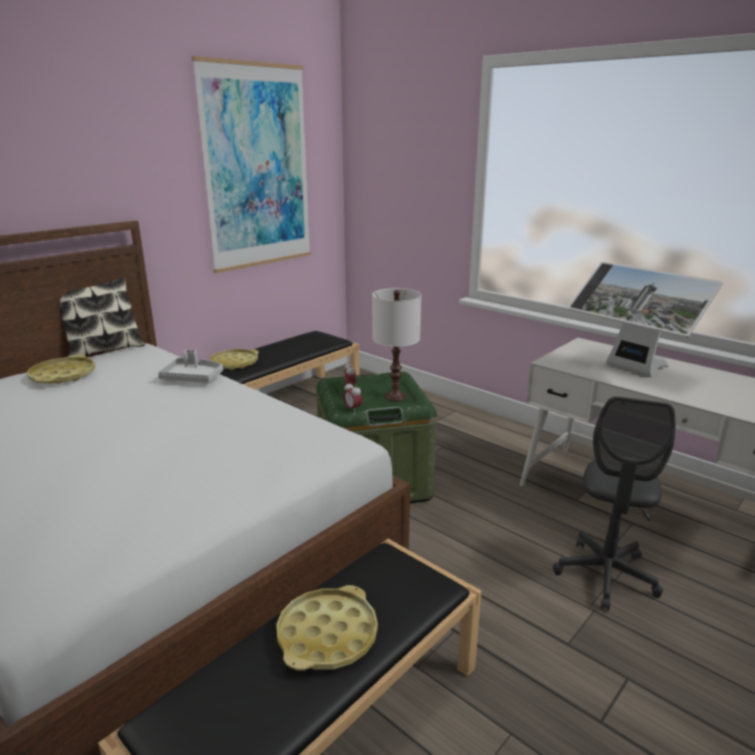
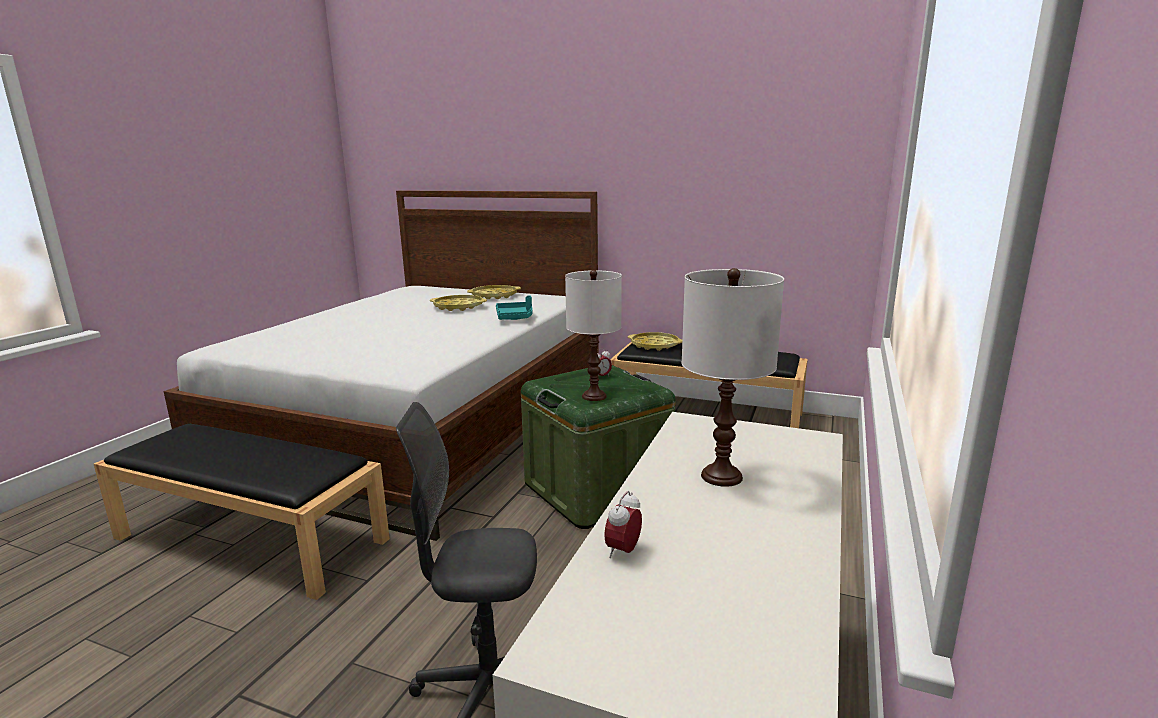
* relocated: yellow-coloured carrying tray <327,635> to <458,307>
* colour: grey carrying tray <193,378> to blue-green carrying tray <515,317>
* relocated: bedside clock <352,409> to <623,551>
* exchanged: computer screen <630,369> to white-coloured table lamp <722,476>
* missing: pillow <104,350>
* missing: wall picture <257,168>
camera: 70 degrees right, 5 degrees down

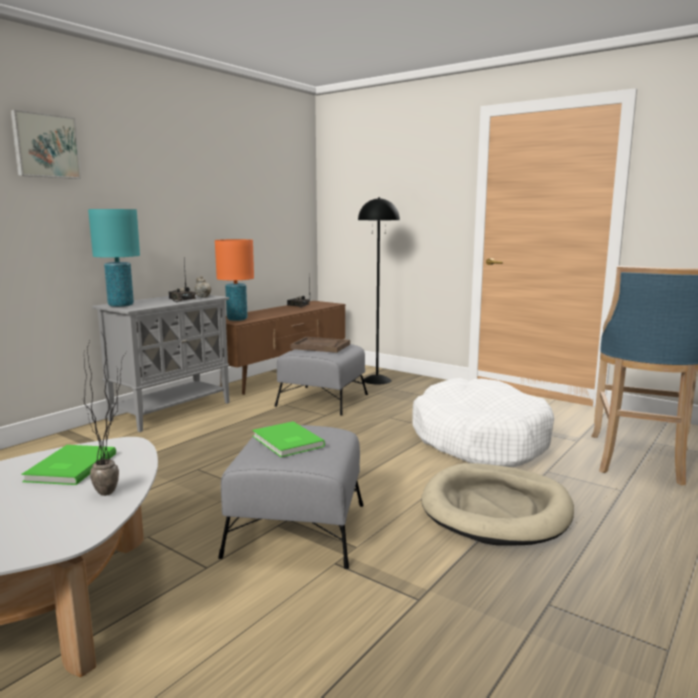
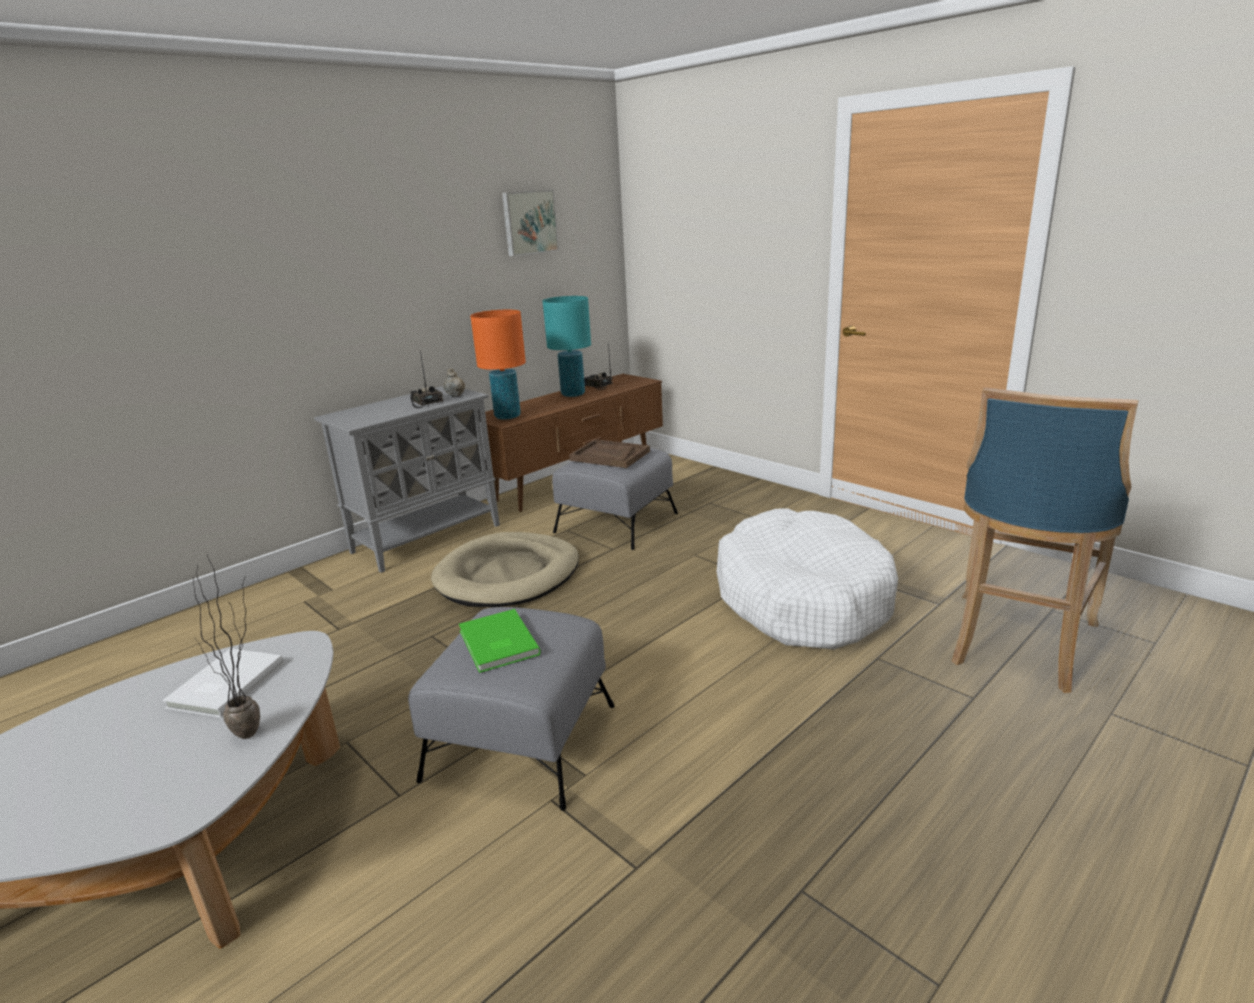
* colour: green-coloured book <69,467> to white-coloured book <223,685>
* relocated: beige dog cushion <496,509> to <508,575>
* relocated: wall picture <45,146> to <529,222>
* relocated: blue-green table lamp <121,305> to <573,394>
* missing: black-coloured floor lamp <377,380>
camera: 10 degrees right, 10 degrees up

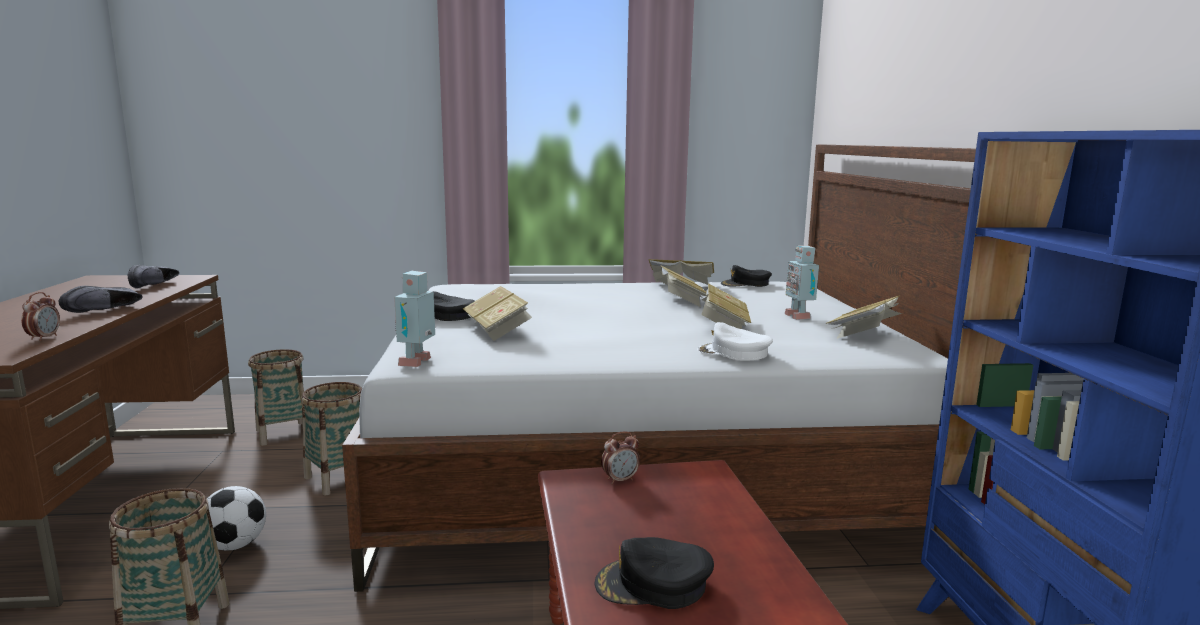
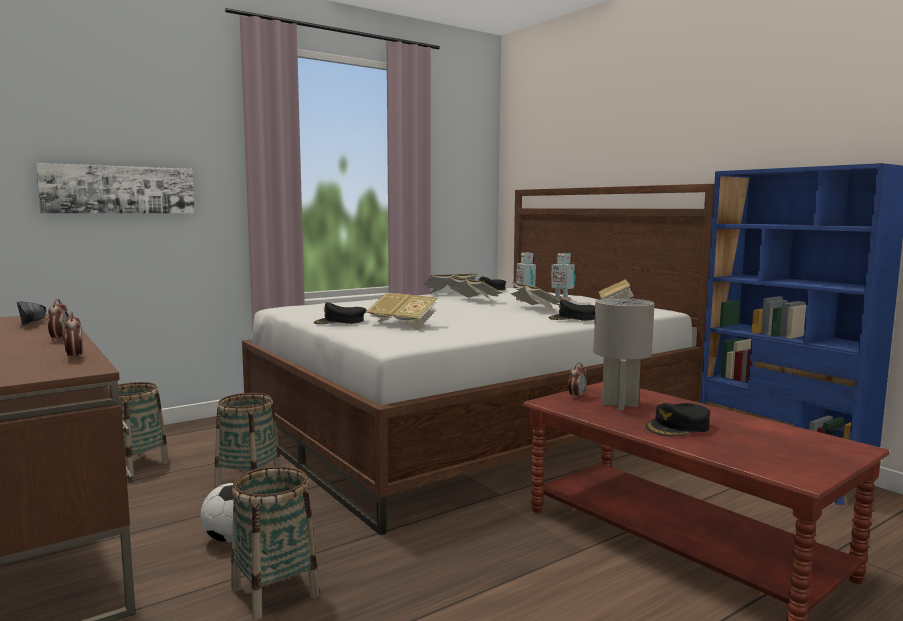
* appeared: wall picture <119,190>
* exchanged: black-coloured shoe <106,311> to bedside clock <60,339>
* relocated: robot figure <418,362> to <525,300>
* colour: white-coloured peaked cap <734,352> to black-coloured peaked cap <573,318>
* appeared: grey table lamp <620,405>
camera: 30 degrees left, 5 degrees down

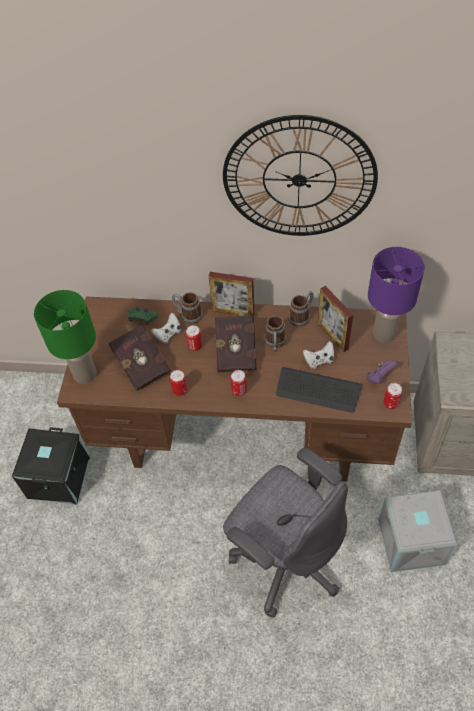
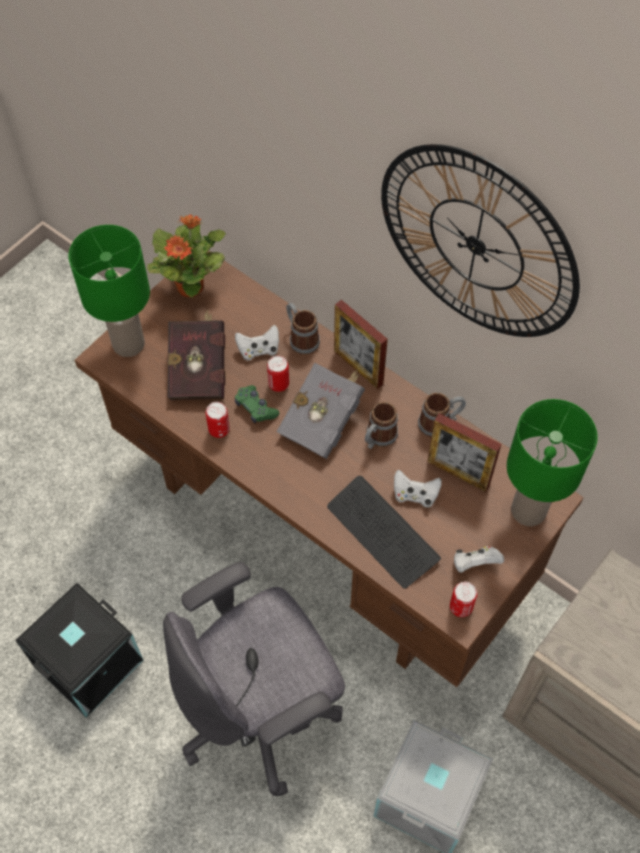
* relocated: black-coloured storage container <58,477> to <87,661>
* appeared: plant in a pot <191,286>
* spun: grey desk chair <286,558> = <261,713> 75 degrees clockwise
* relocated: green-coloured joypad <142,318> to <255,408>
* colour: red book <236,350> to grey book <324,420>
* spun: photo frame <332,336> = <458,473> 60 degrees counterclockwise
* colour: purple-coloured joypad <379,377> to white-coloured joypad <475,564>
* colour: purple-coloured table lamp <384,333> to green-coloured table lamp <529,510>
* missing: can <239,390>
camera: 30 degrees right, 5 degrees up

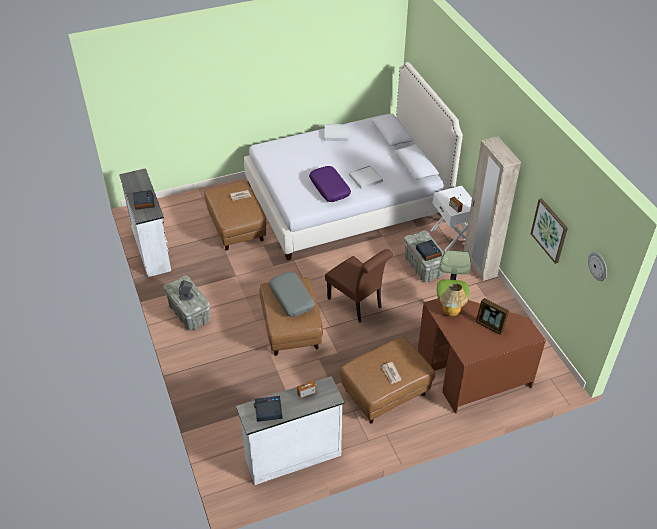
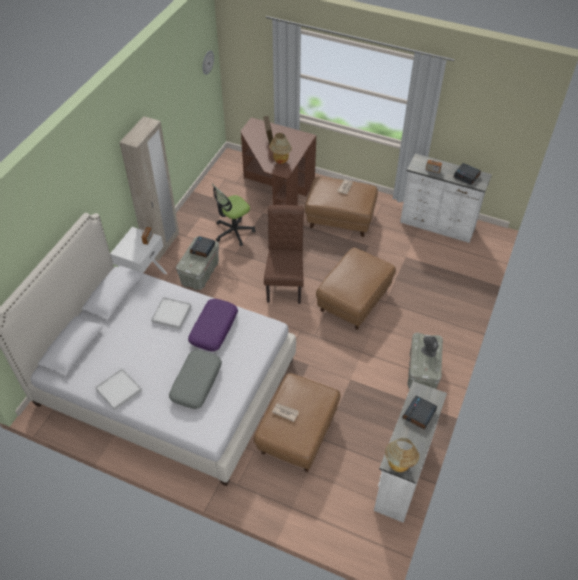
* relocated: grey pillow <292,298> to <196,382>
* appeared: table lamp <399,466>
* missing: wall picture <550,230>
camera: 135 degrees left, 5 degrees up

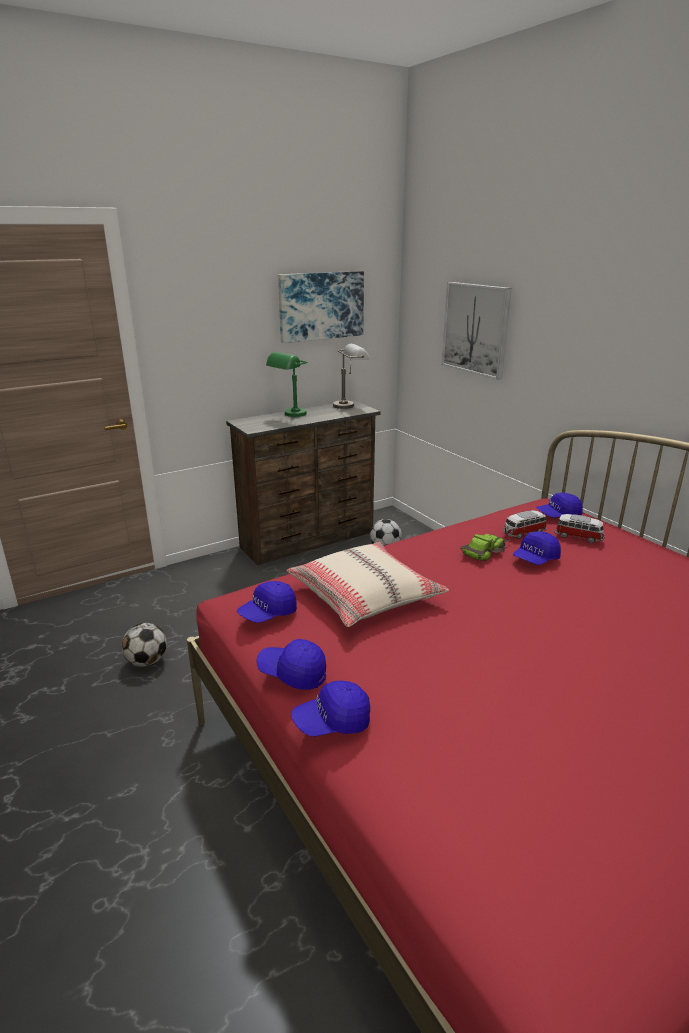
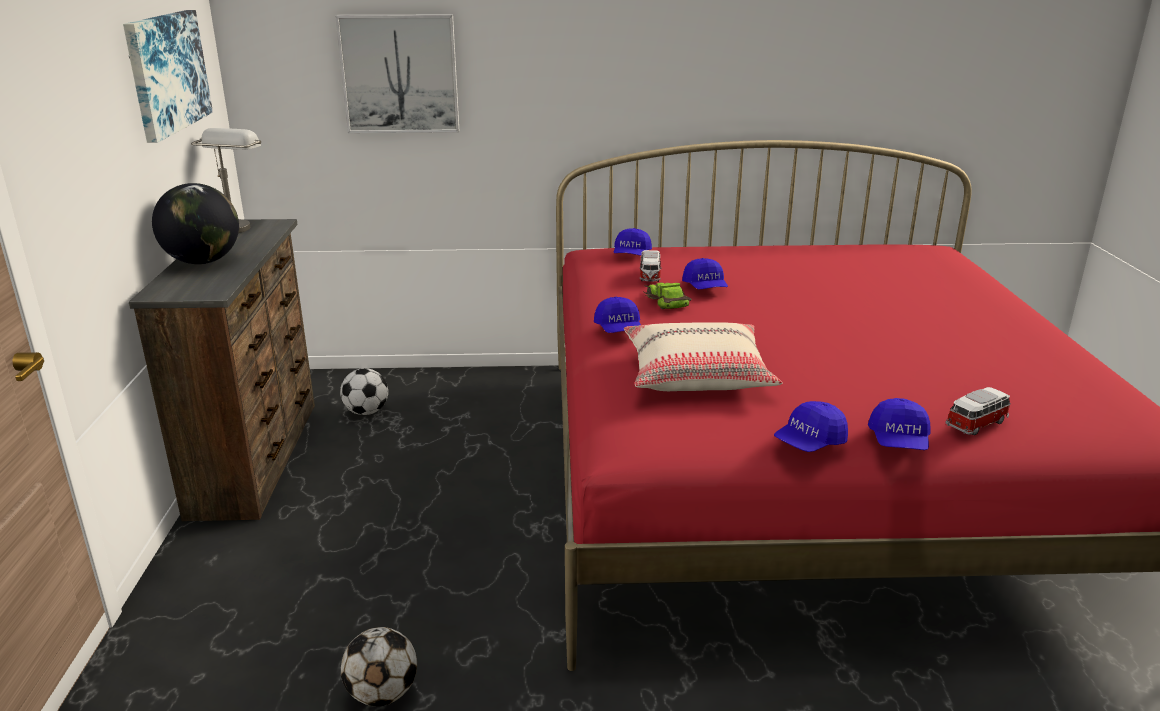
* exchanged: green-coloured table lamp <290,415> to desk globe <203,262>
* relocated: bluish peaked cap <268,614> to <618,330>
* relocated: toy car <579,537> to <977,424>
camera: 60 degrees left, 0 degrees up

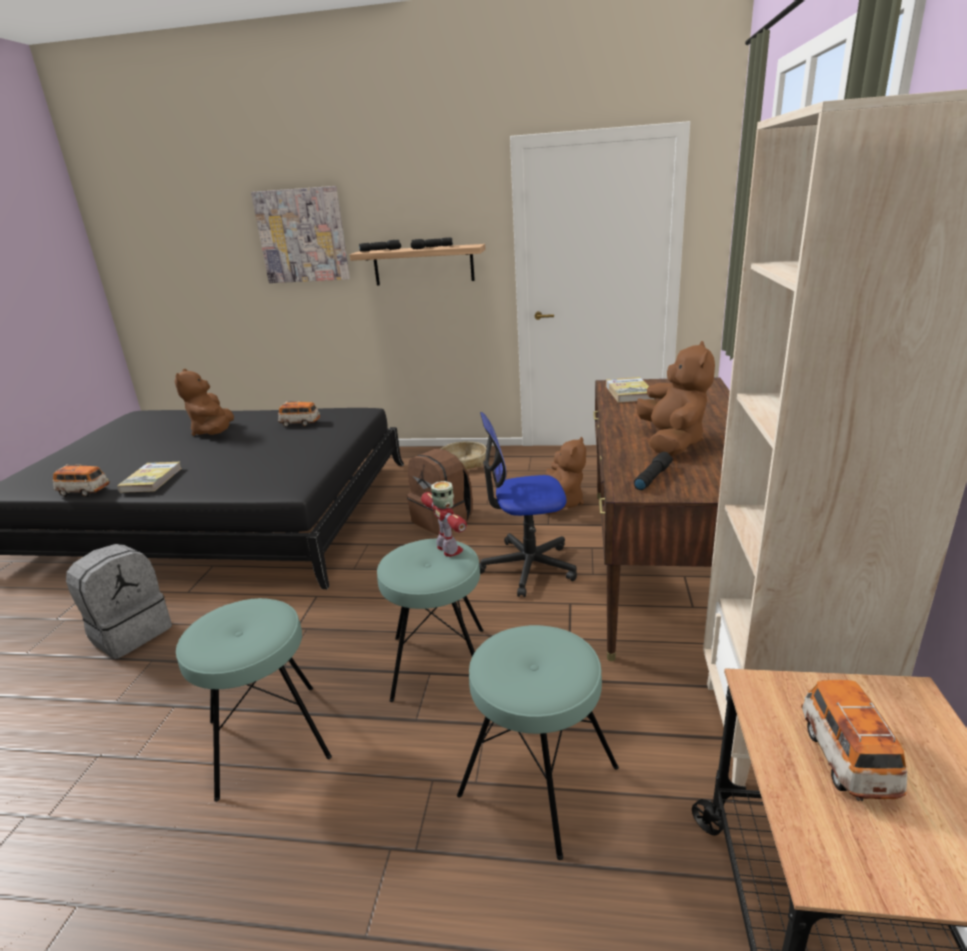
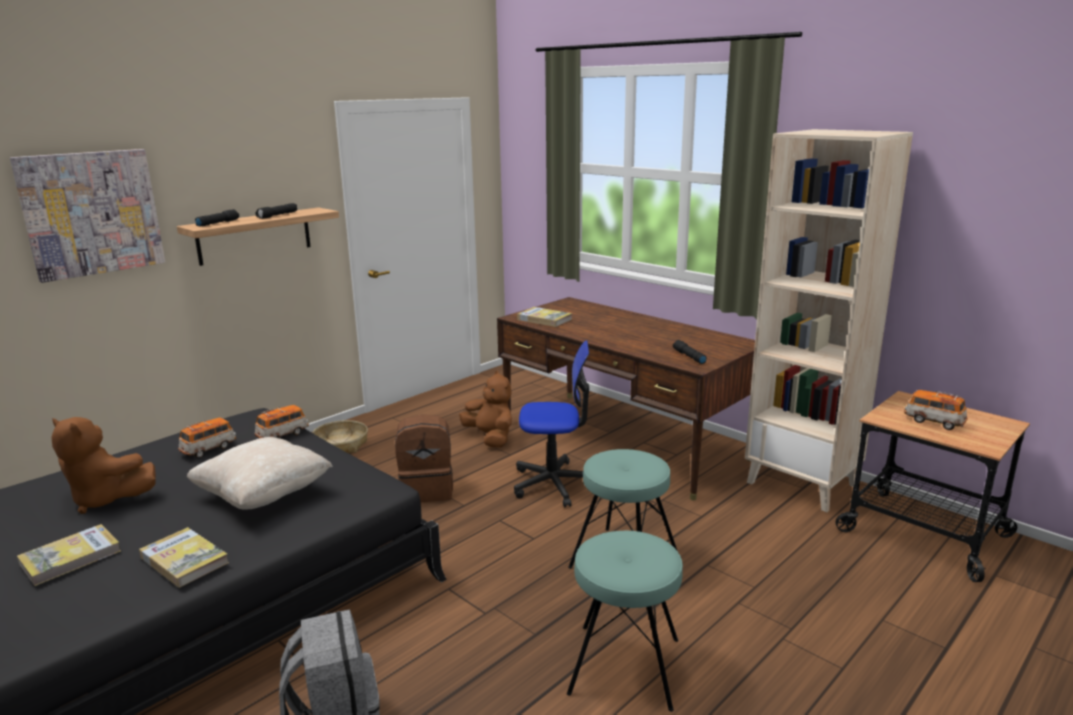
* appeared: book <71,557>
* appeared: beige pillow <263,496>
* relocated: toy car <84,492> to <283,435>
* spun: desk chair <527,567> = <554,484> 120 degrees counterclockwise
* missing: robot figure <449,549>
* missing: blue-green stool seat <538,781>
* missing: brown cuddly toy <671,442>
camera: 55 degrees left, 5 degrees down

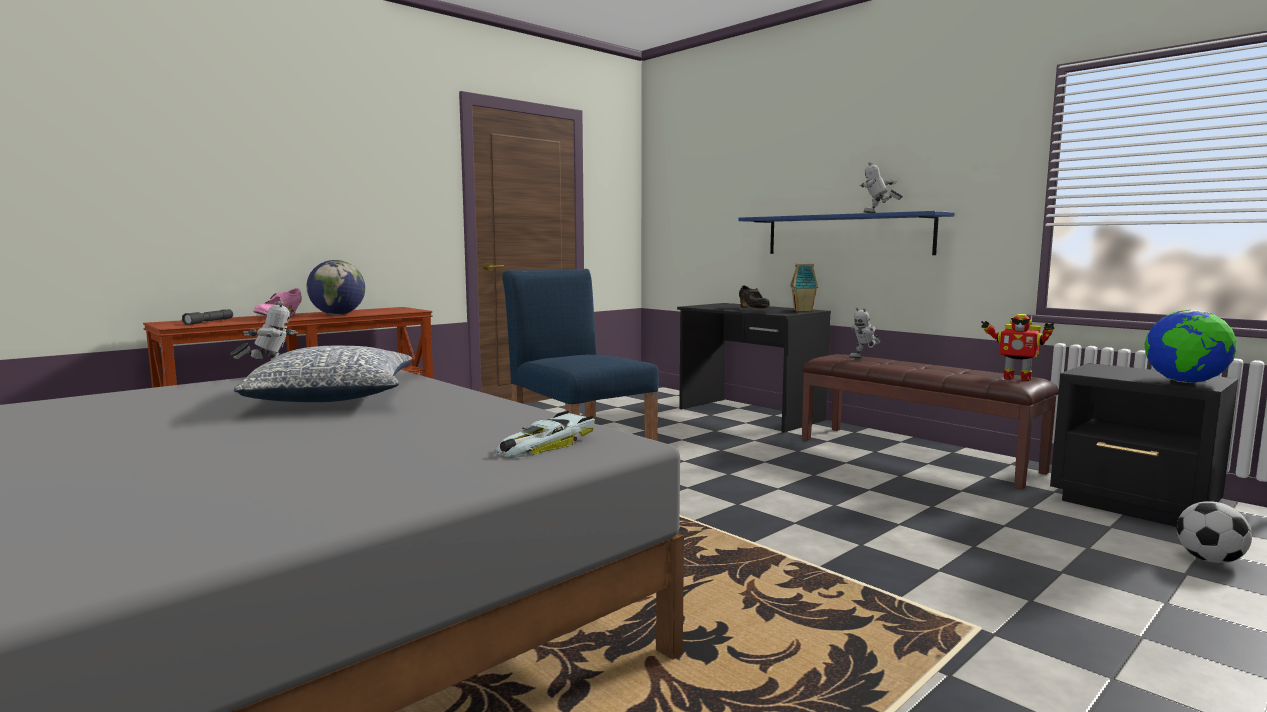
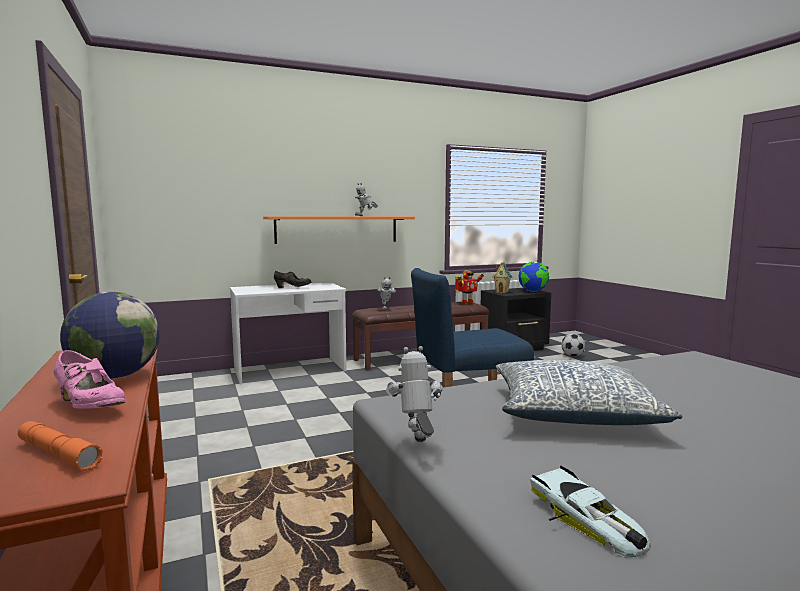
* colour: grey torch <209,322> to orange torch <58,454>
* colour: black-coloured desk unit <749,414> to white-coloured desk unit <290,370>
* colour: bluish shelf <846,235> to orange shelf <337,229>
* relocated: miniature house <803,310> to <502,292>
* relocated: toy car <543,444> to <587,520>
camera: 70 degrees left, 0 degrees up

